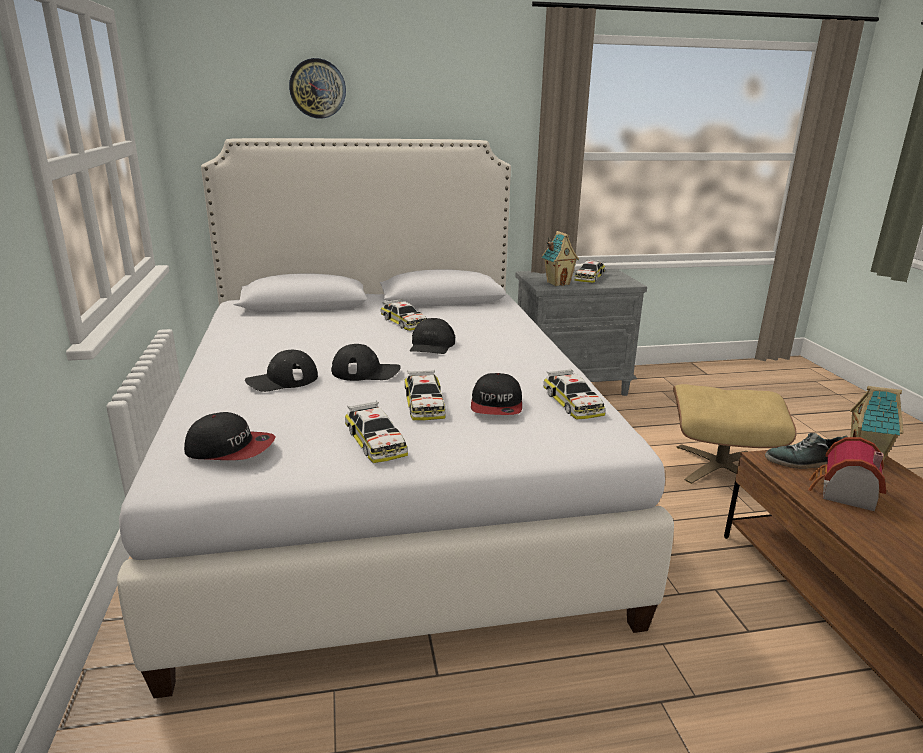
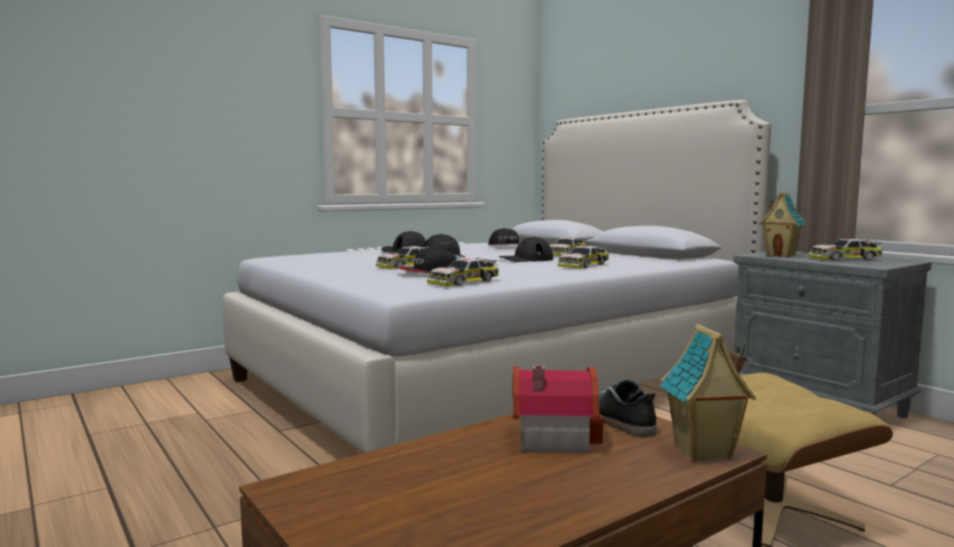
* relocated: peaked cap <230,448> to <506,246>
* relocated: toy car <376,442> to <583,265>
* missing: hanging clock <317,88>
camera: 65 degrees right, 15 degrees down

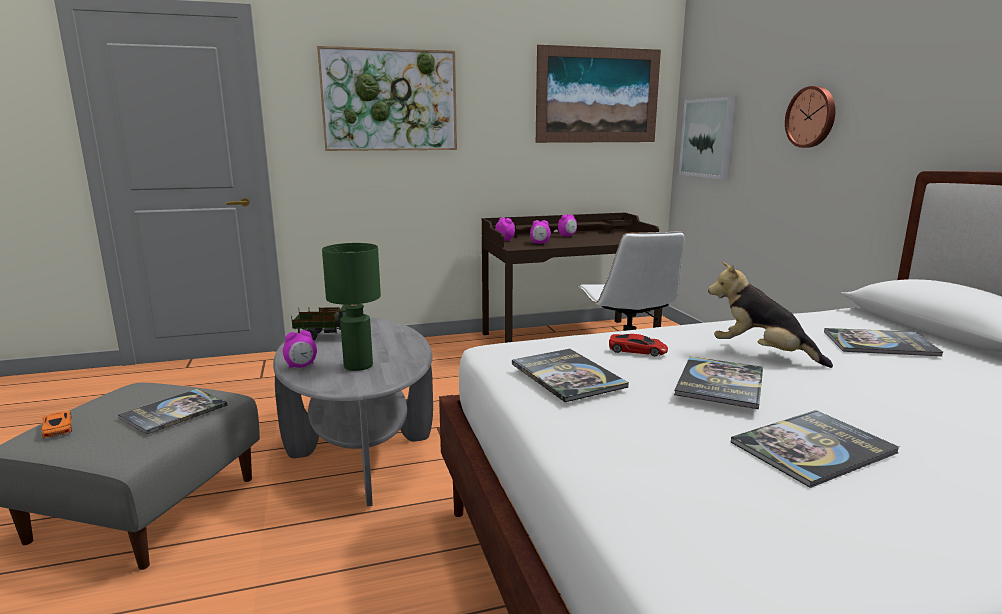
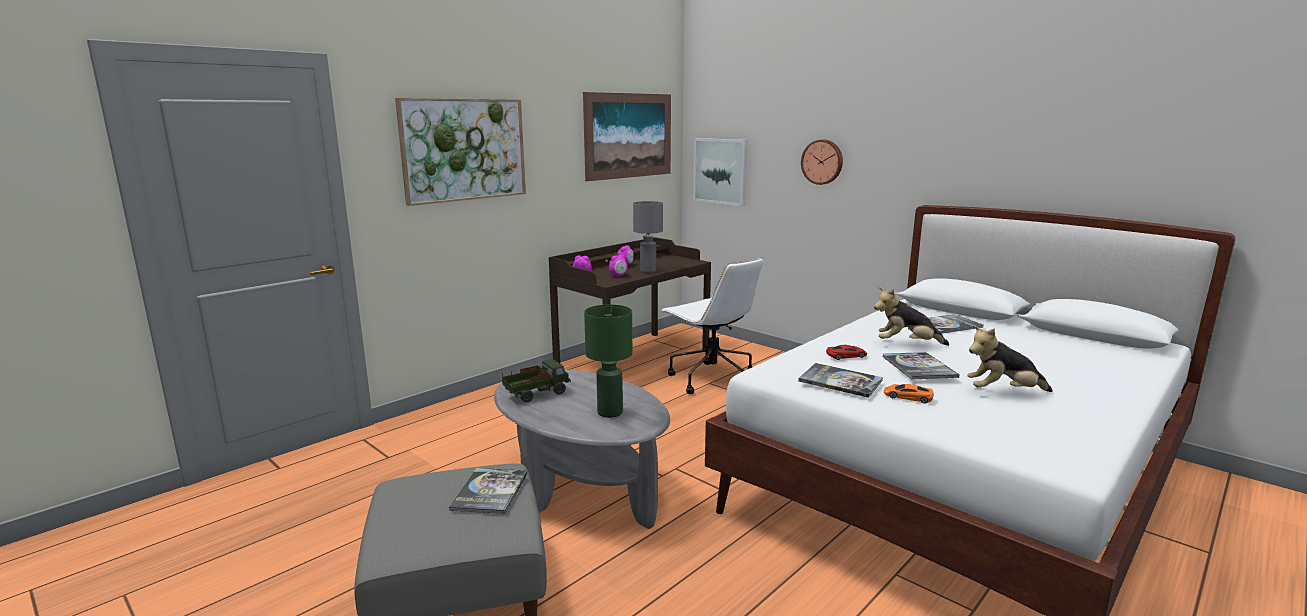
* appeared: grey table lamp <648,271>
* relocated: orange toy car <58,427> to <908,397>
* exchanged: book <812,448> to cuddly toy <1003,392>
* missing: bedside clock <301,366>
camera: 30 degrees left, 0 degrees up

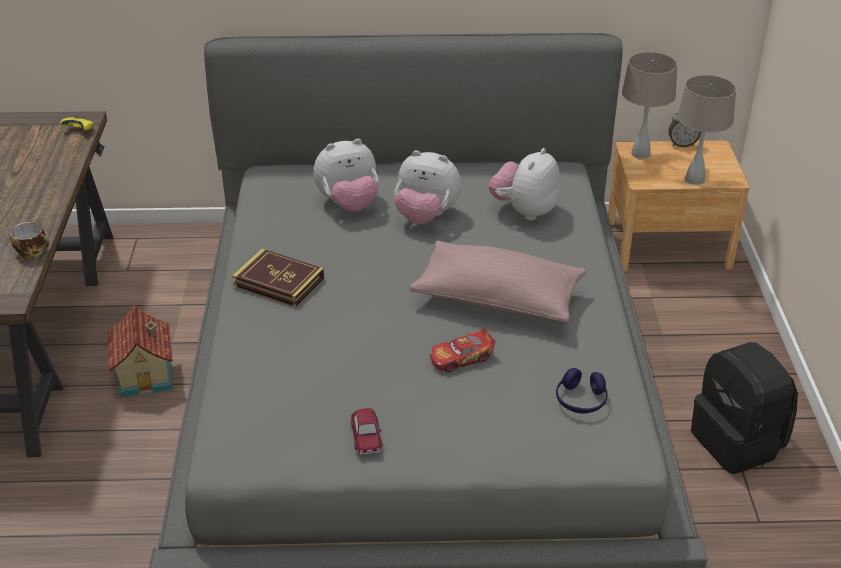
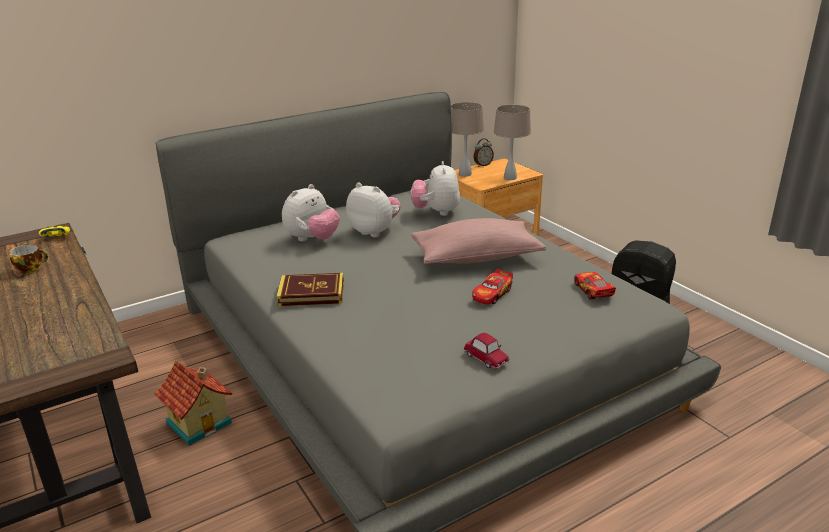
* relocated: cup <33,251> to <31,268>
* spun: cuddly toy <425,216> = <374,231> 135 degrees counterclockwise
* exchanged: bluish headphones <581,400> to toy car <593,291>
camera: 30 degrees left, 10 degrees down

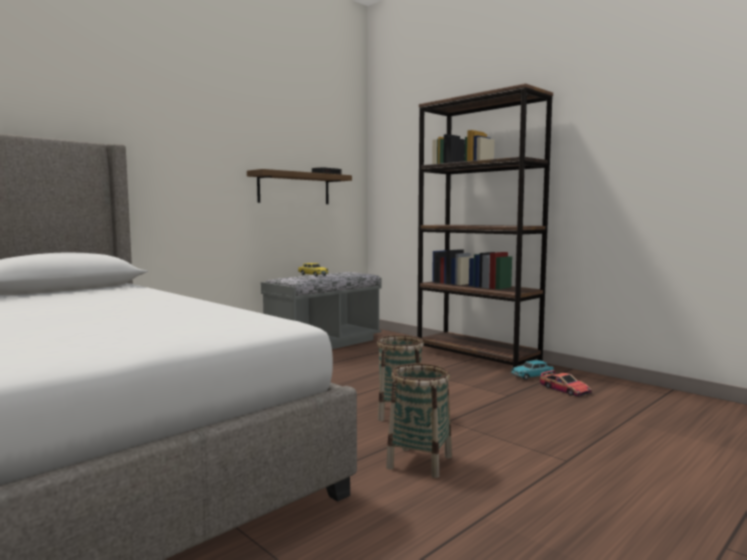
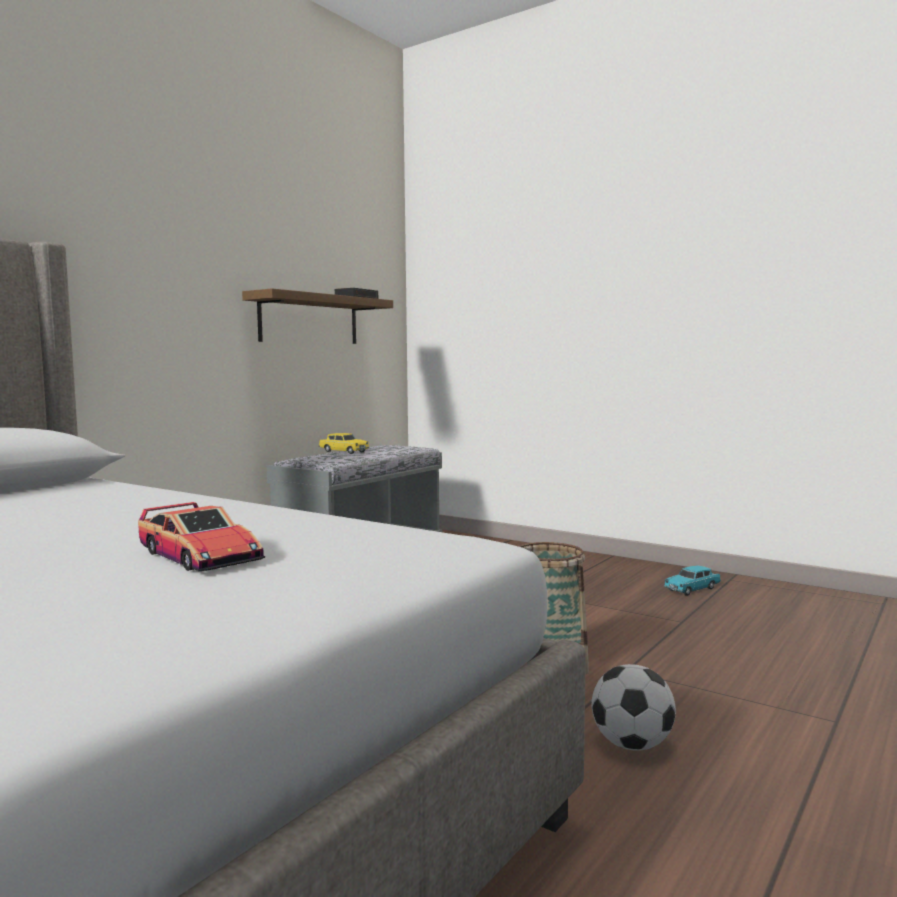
* relocated: toy car <565,390> to <200,556>
* exchanged: storage basket <420,462> to football <632,745>
* missing: brown shelving unit <477,357>
camera: 10 degrees left, 0 degrees up

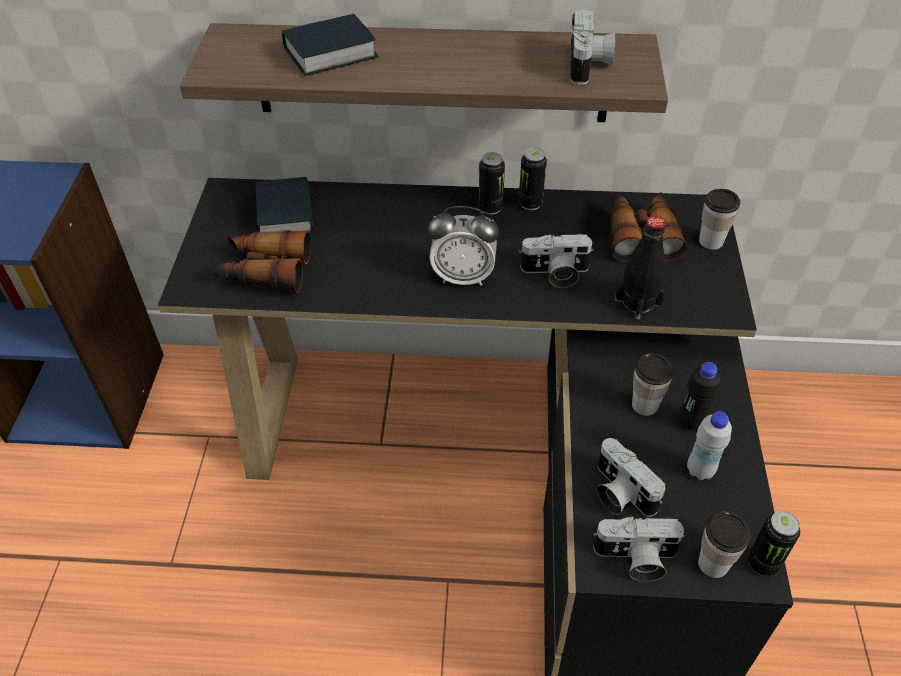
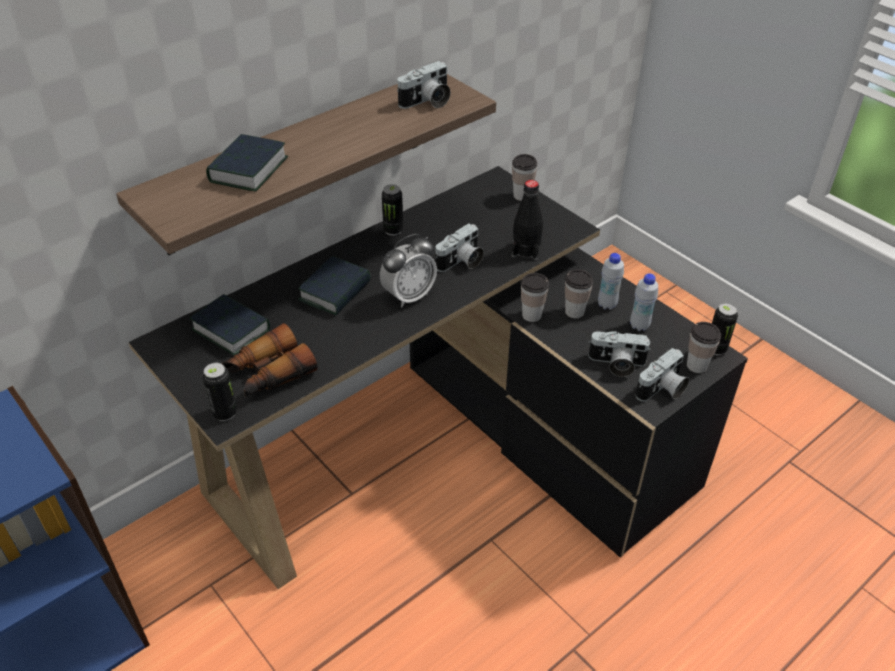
* relocated: can <490,208> to <224,413>
* appeared: book <335,291>
* spun: still camera <589,65> = <427,102> 90 degrees clockwise
* appeared: cup <531,315>
* colour: black-coloured beverage bottle <691,422> to white-coloured beverage bottle <607,304>
* missing: pair of binoculars <640,234>
camera: 45 degrees left, 5 degrees down

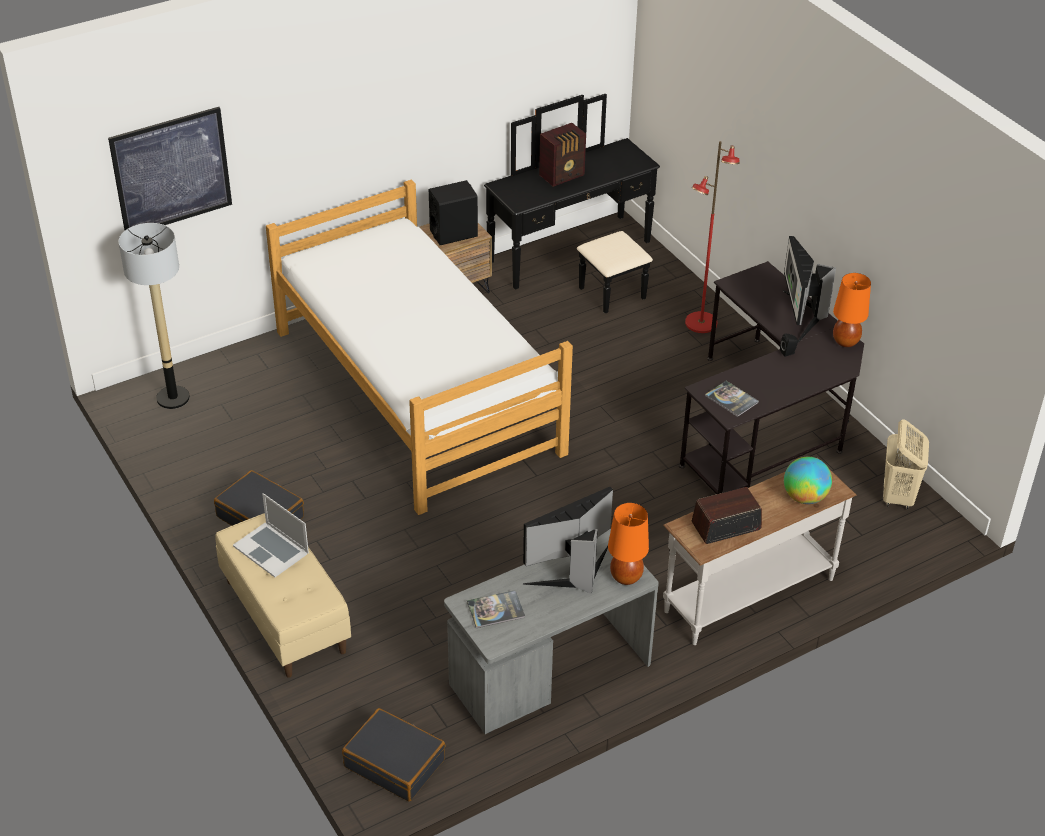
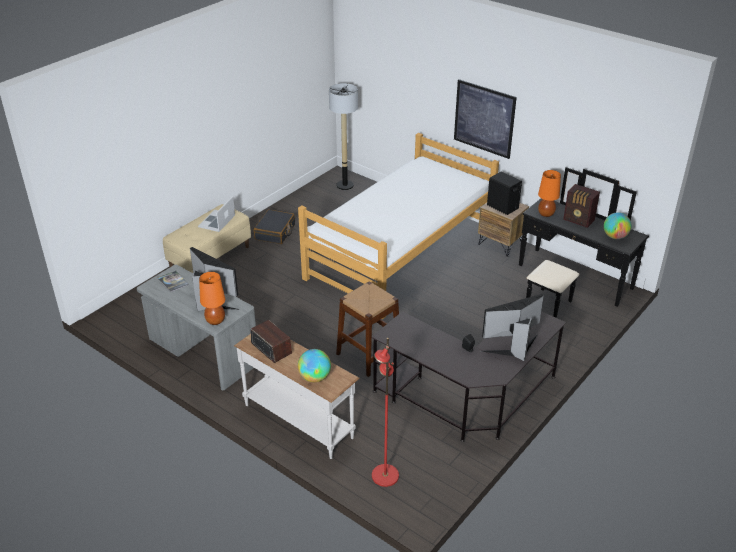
* appeared: brown stool seat <368,354>
* relocated: red floor lamp <701,323> to <384,476>
* relocated: wall picture <171,171> to <484,118>
* relocated: orange table lamp <845,341> to <546,214>
* appeared: desk globe <615,237>
* missing: black-coloured piece of luggage <395,763>
* missing: book <731,399>
* missing: beige laundry basket <898,496>
camera: 70 degrees right, 5 degrees down

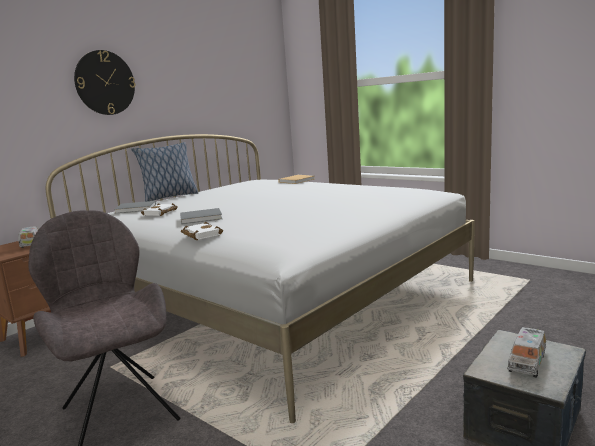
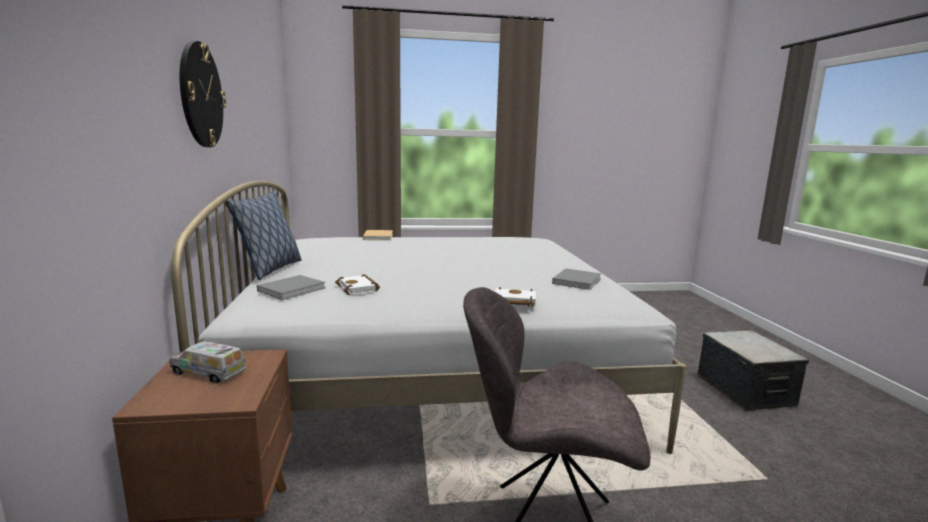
* relocated: grey book <202,218> to <577,280>
* missing: model truck <527,362>
camera: 50 degrees left, 0 degrees up

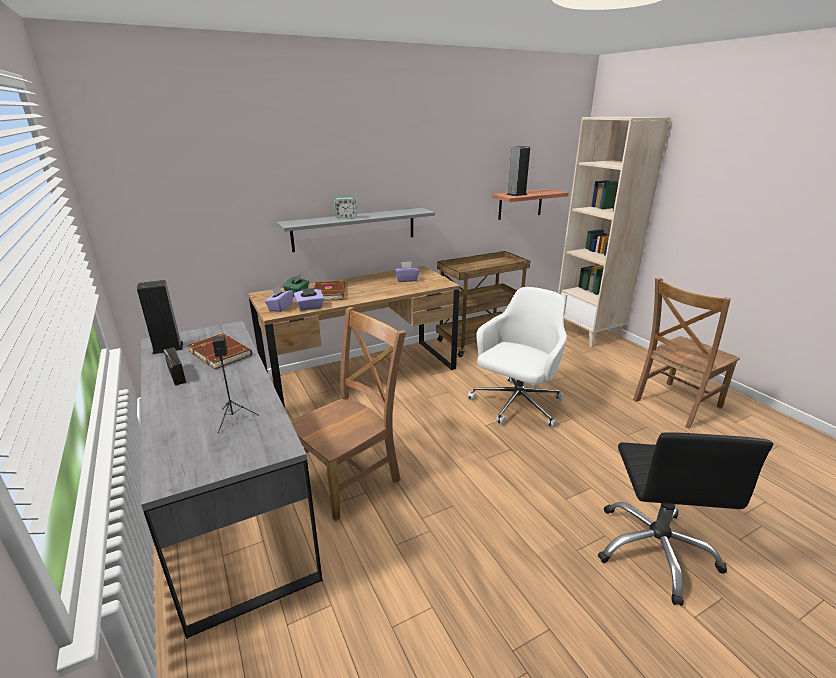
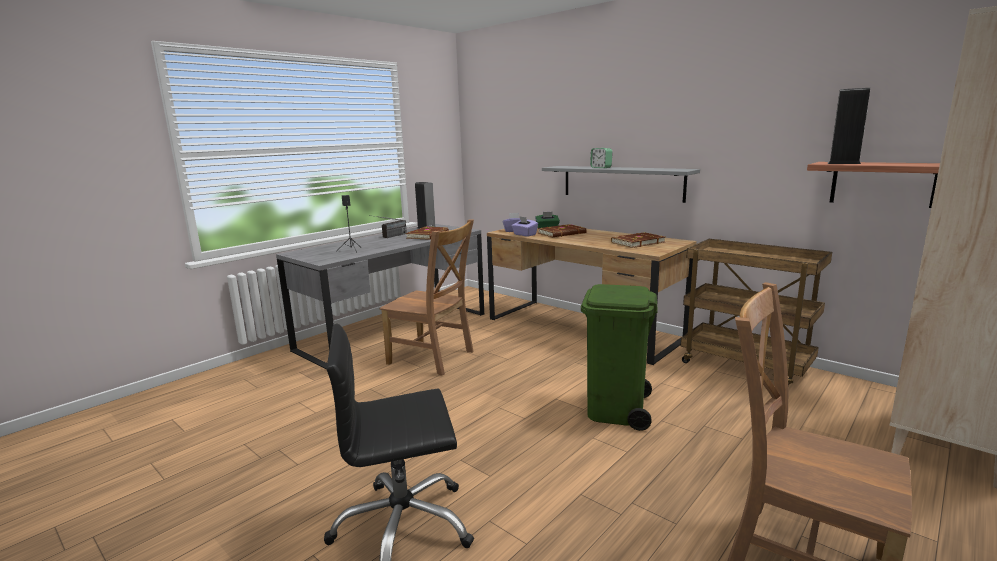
* exchanged: white-coloured desk chair <516,405> to green-coloured waste bin <616,410>
* exchanged: purple-coloured tissue box <406,280> to brown book <637,242>
camera: 70 degrees right, 10 degrees down

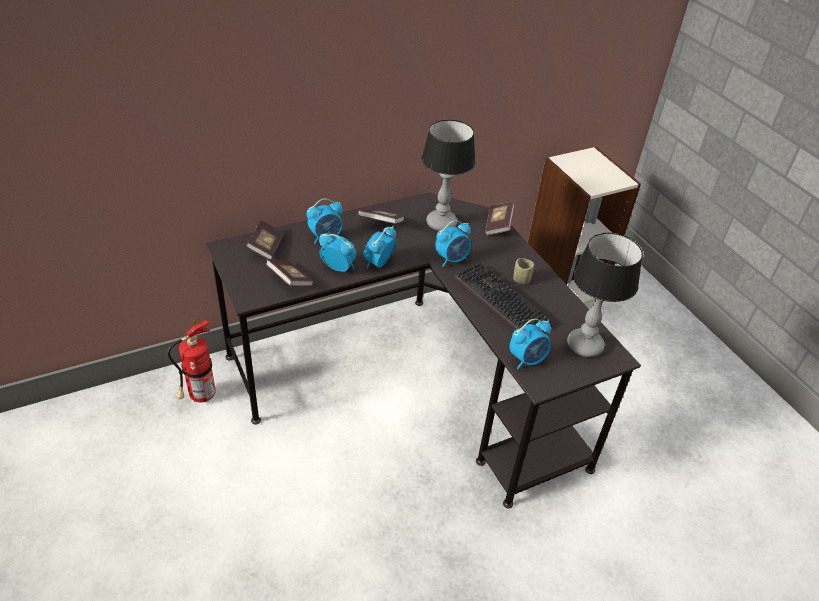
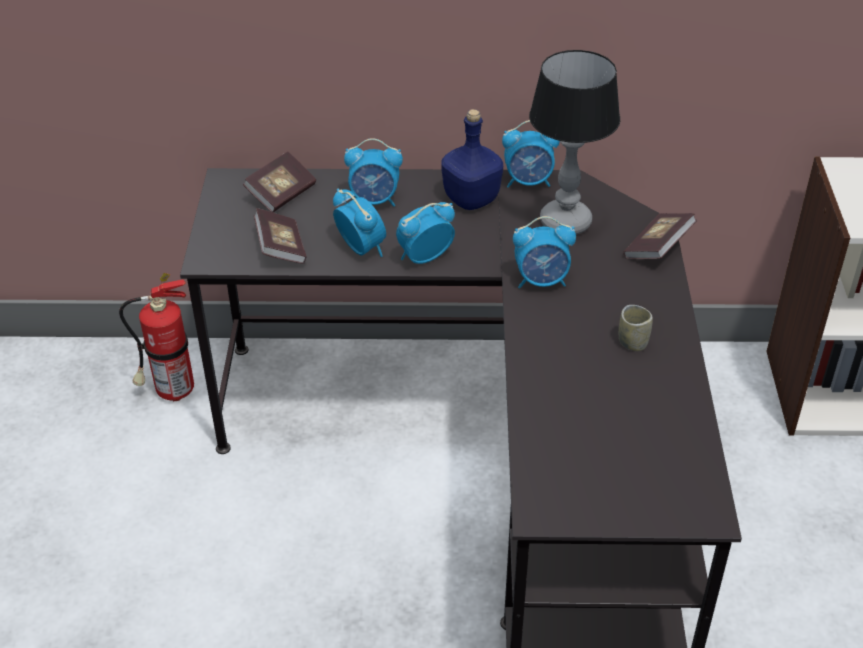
* exchanged: book <381,223> to bluish beverage bottle <470,200>
* relocated: bedside clock <527,359> to <529,182>
* missing: PC keyboard <498,301>
* missing: table lamp <584,346>
camera: 30 degrees right, 0 degrees up

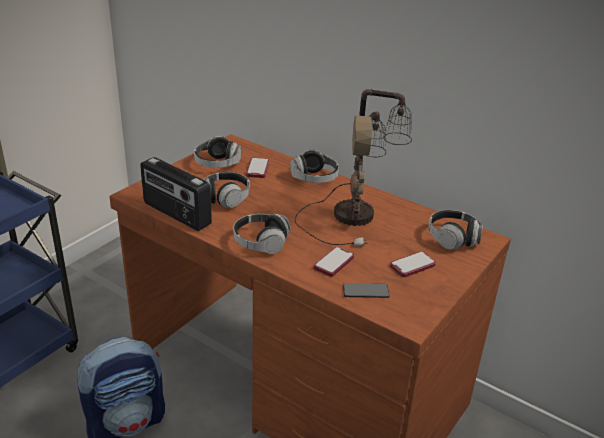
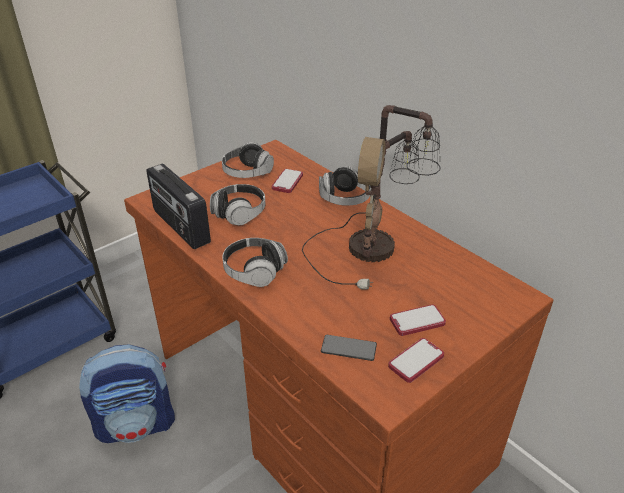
* relocated: phone <334,263> to <416,361>
* missing: headphones <453,239>
camera: 15 degrees right, 5 degrees up

